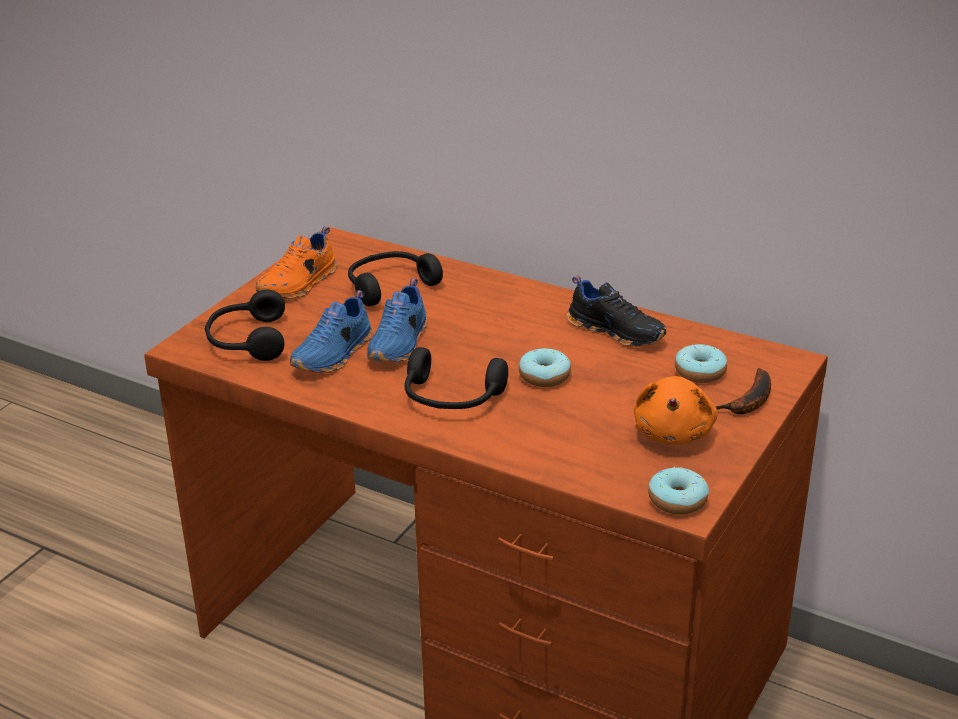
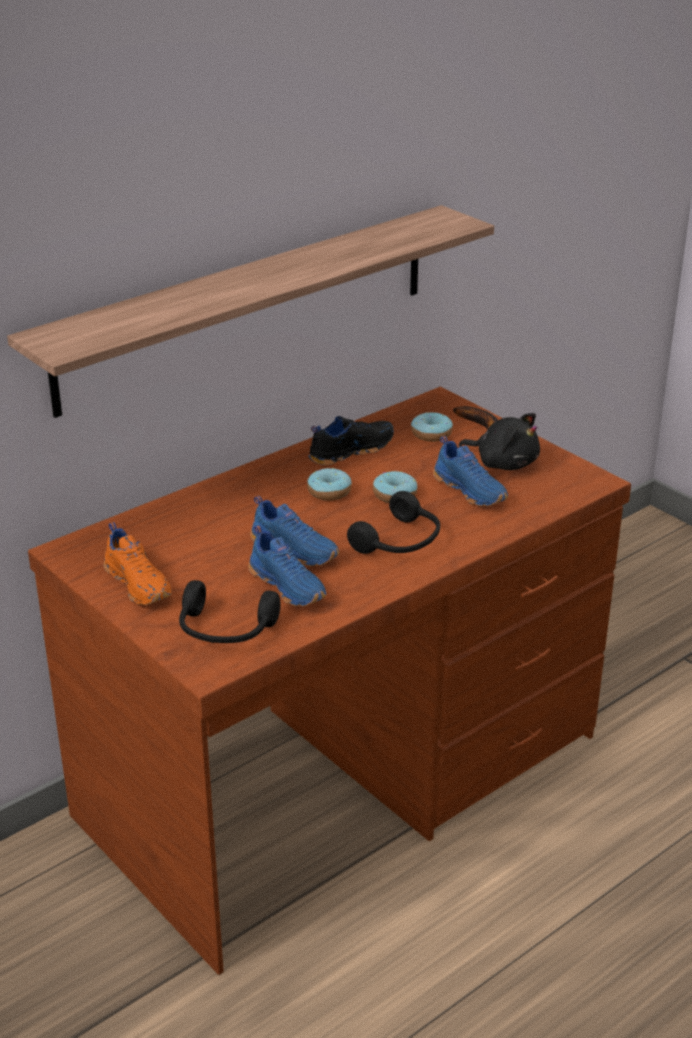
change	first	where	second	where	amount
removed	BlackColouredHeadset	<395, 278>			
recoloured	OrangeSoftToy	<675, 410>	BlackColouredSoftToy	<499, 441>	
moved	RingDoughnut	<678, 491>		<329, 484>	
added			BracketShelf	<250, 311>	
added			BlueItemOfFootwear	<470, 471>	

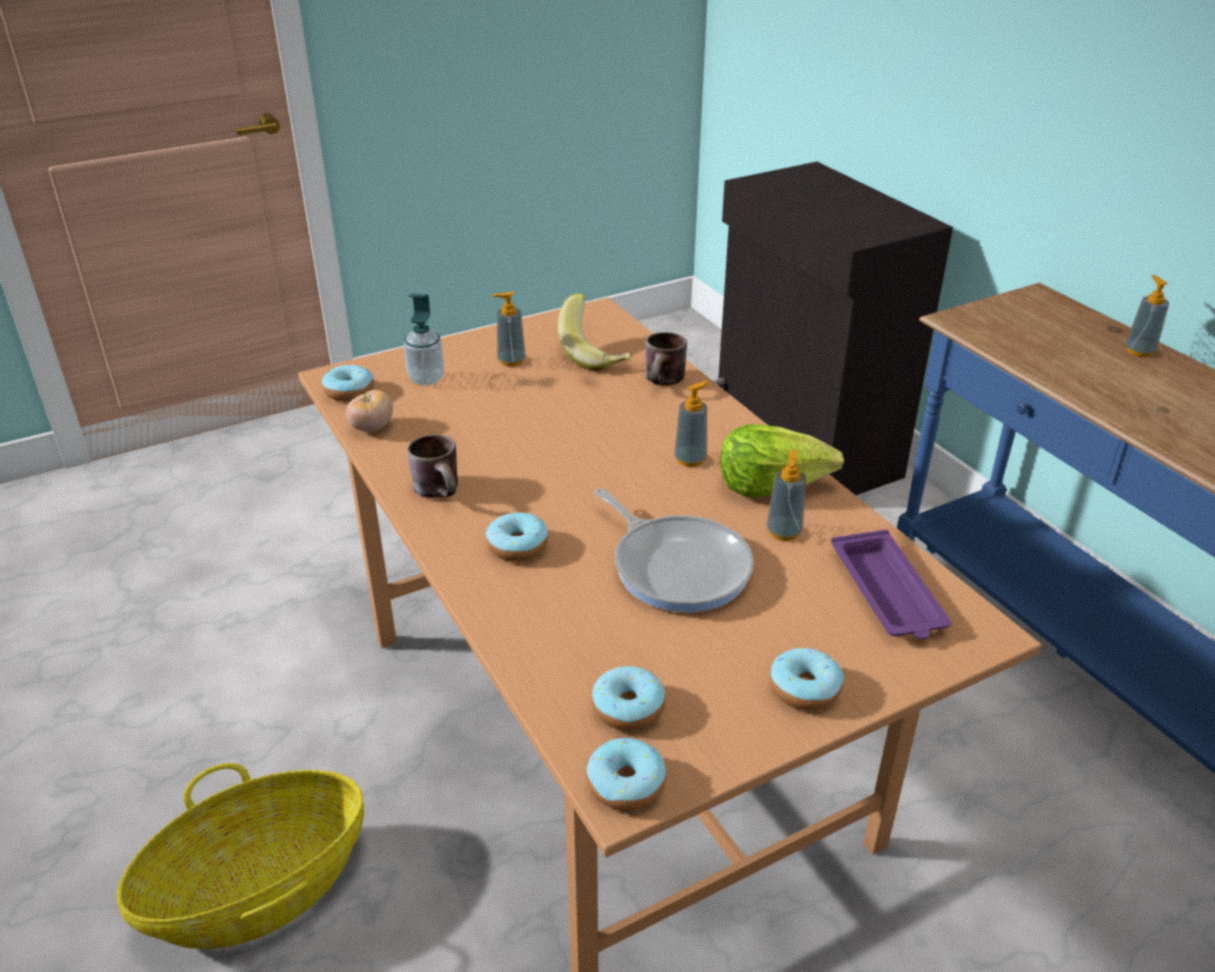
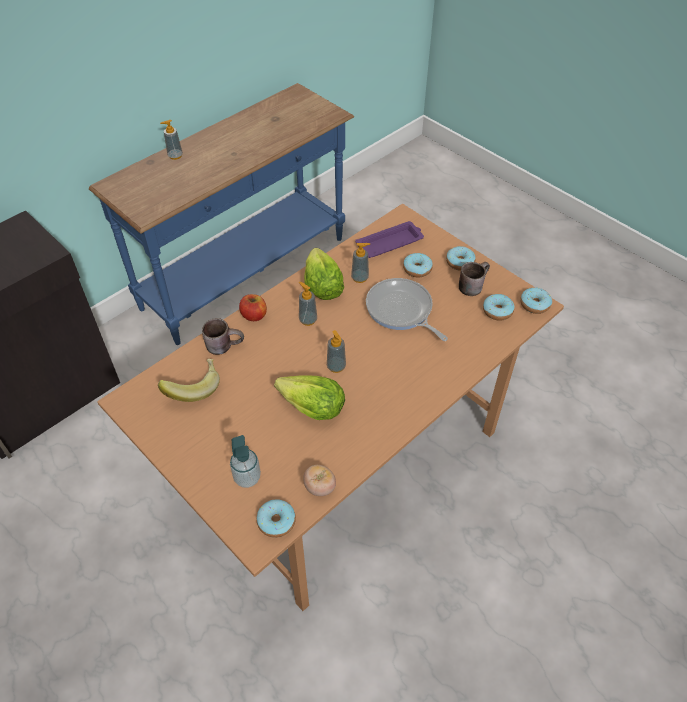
change	first	where	second	where	amount
removed	HouseholdBasket	<240, 856>			
moved	BrownCoffeeMug	<432, 466>		<474, 279>	
moved	RingDoughnut	<517, 537>		<418, 265>	
moved	SoapBottle	<509, 329>		<336, 351>	
turned	Pan	<674, 550>		<407, 309>	75 degrees counterclockwise
added			Apple	<253, 307>	
added			HeadOfLettuce	<309, 397>	

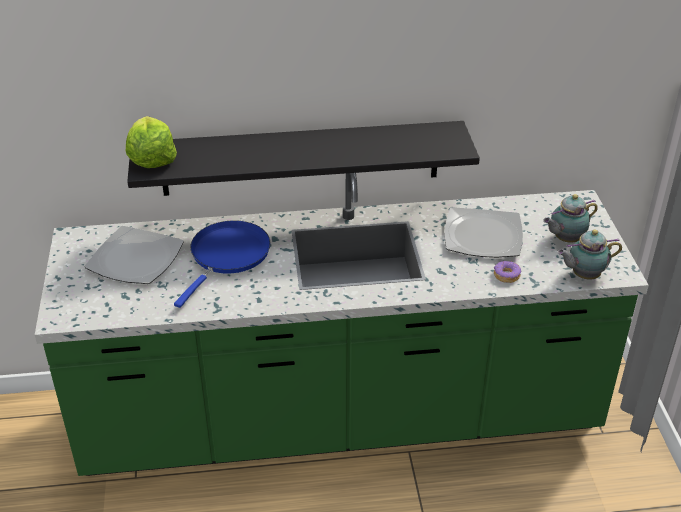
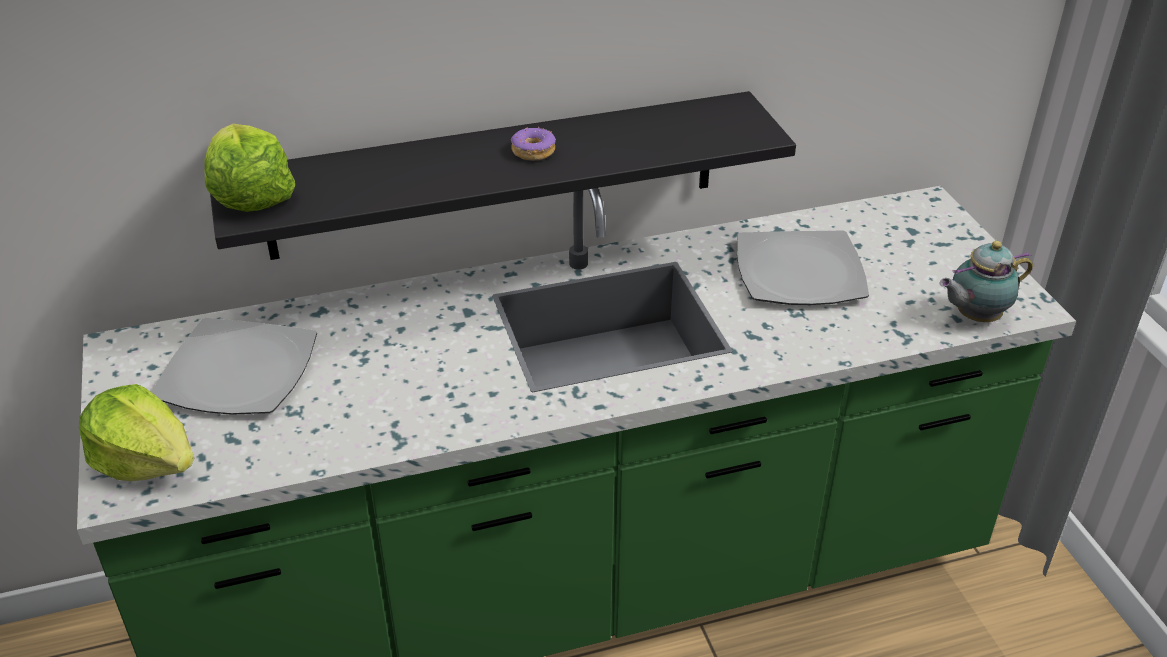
change	first	where	second	where	amount
removed	BluePan	<222, 264>			
moved	RingDoughnut	<507, 272>		<533, 143>	
removed	PotForTea	<570, 218>			
added			HeadOfLettuce	<136, 432>	

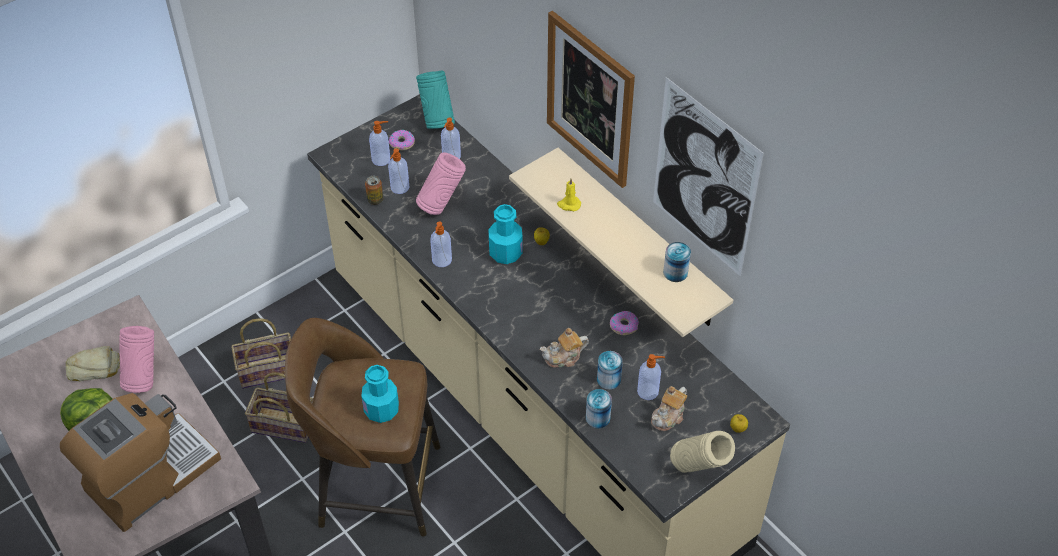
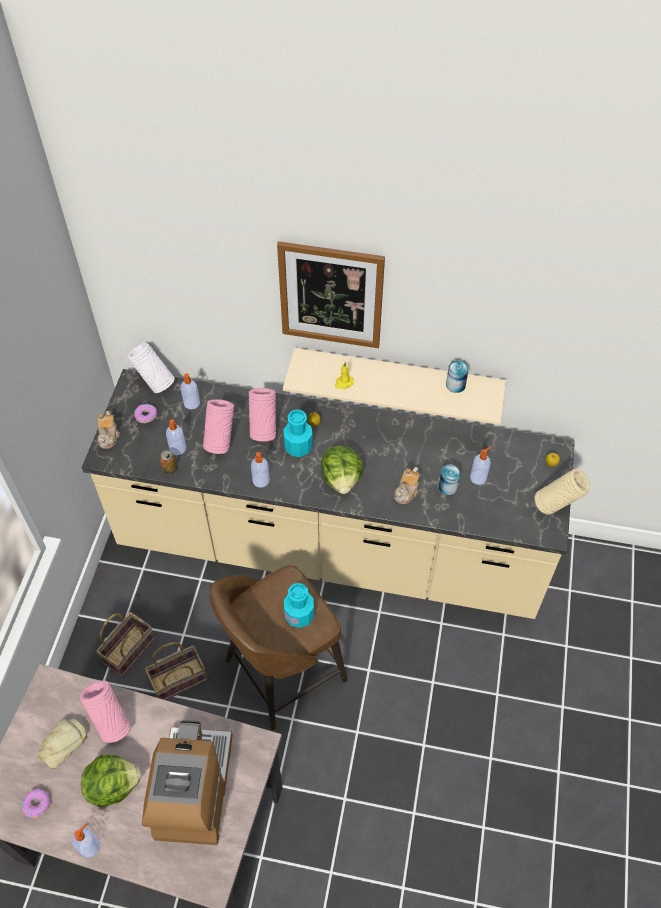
change	first	where	second	where	amount
moved	SoapBottle	<379, 143>		<86, 840>	
recoloured	TurquoiseVase	<435, 100>	WhiteVase	<151, 367>	
removed	SealedCan	<599, 408>			
moved	RingDoughnut	<624, 323>		<36, 803>	
moved	PotForTea	<669, 408>		<108, 430>	
removed	Picture	<708, 176>			
added			PinkVase	<262, 415>	
added			HeadOfLettuce	<342, 470>	

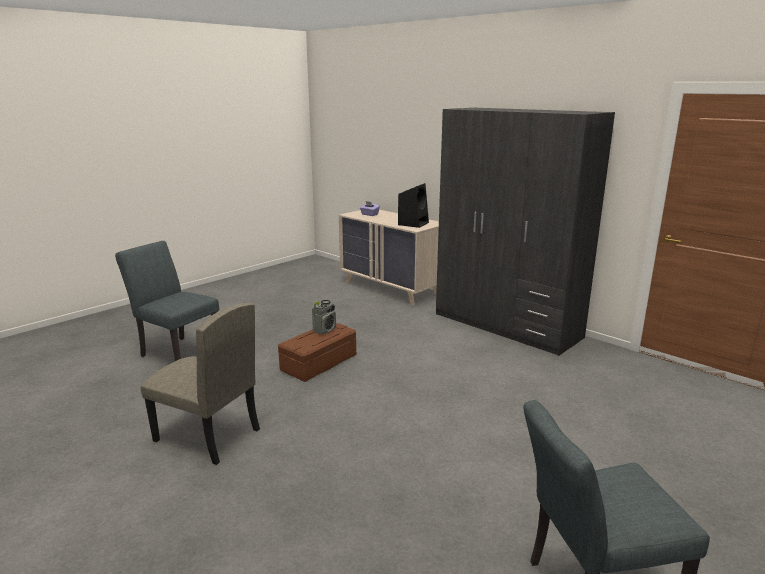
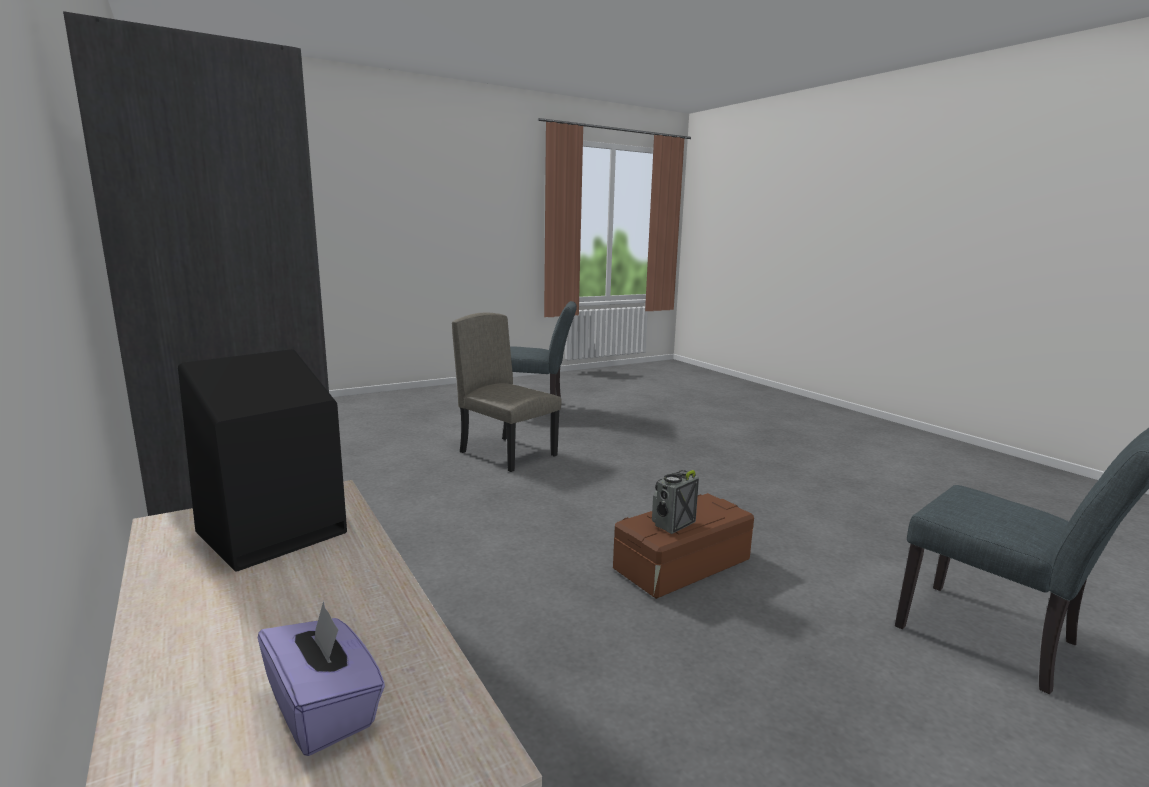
change	first	where	second	where	amount
moved	BeigeChair	<200, 384>		<507, 392>	

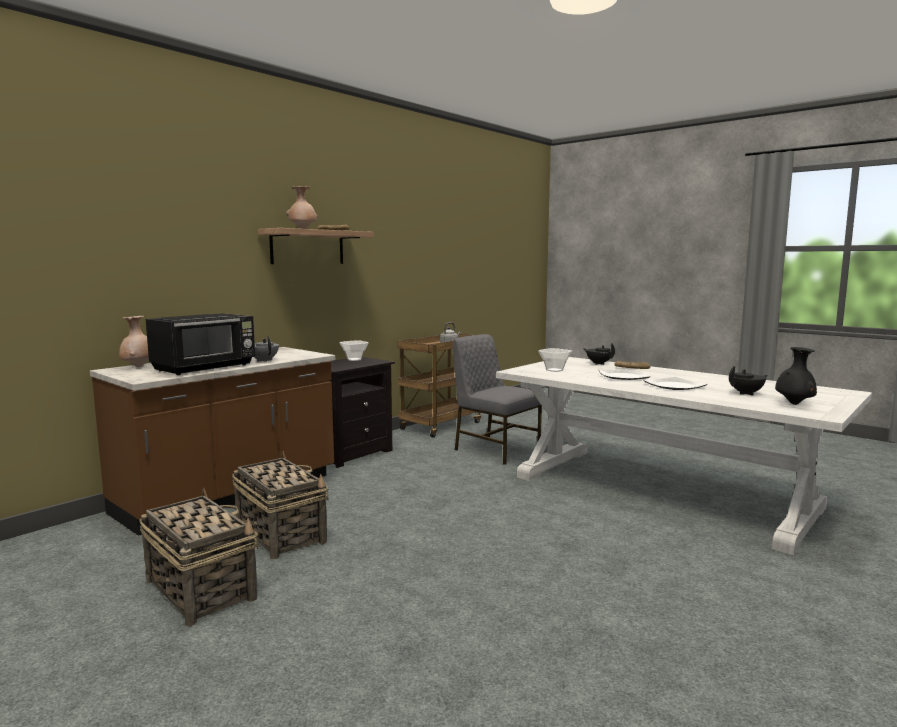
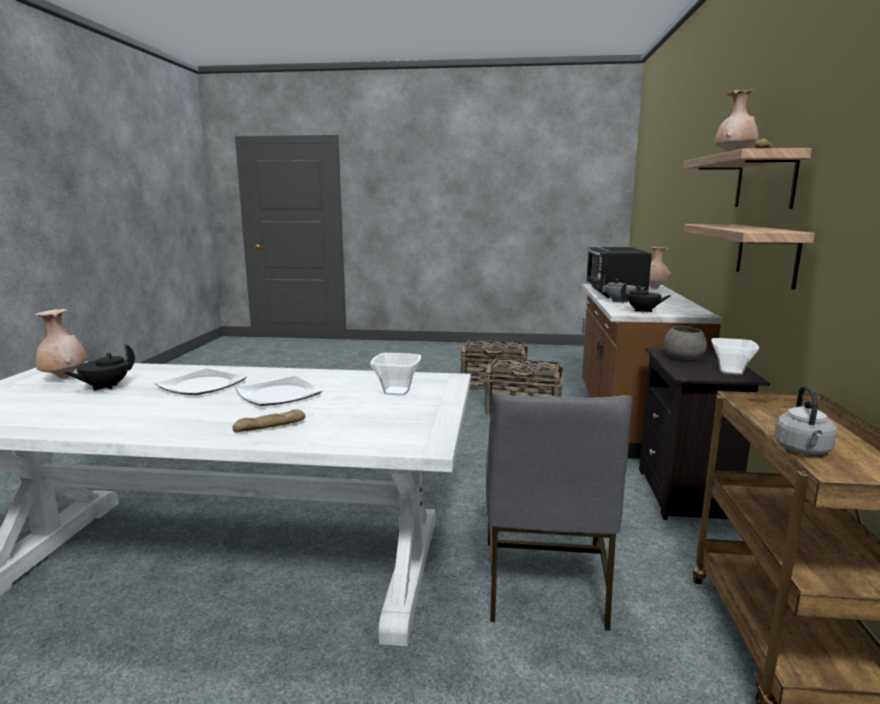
change	first	where	second	where	amount
turned	GreyChair	<497, 399>		<559, 512>	90 degrees clockwise
moved	BlackColouredPotForTea	<599, 354>		<646, 297>	
recoloured	BlackColouredVase	<796, 376>	BeigeVase	<61, 344>	
added			GreyServingBowl	<685, 343>	
added			BracketShelf	<749, 257>	

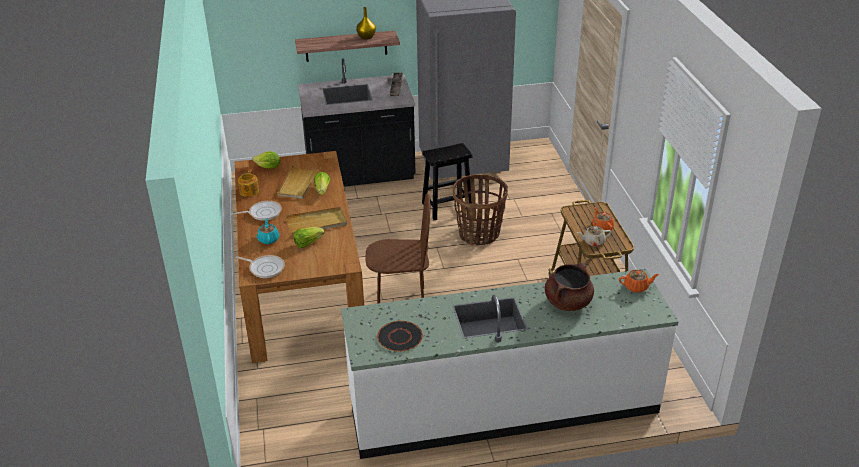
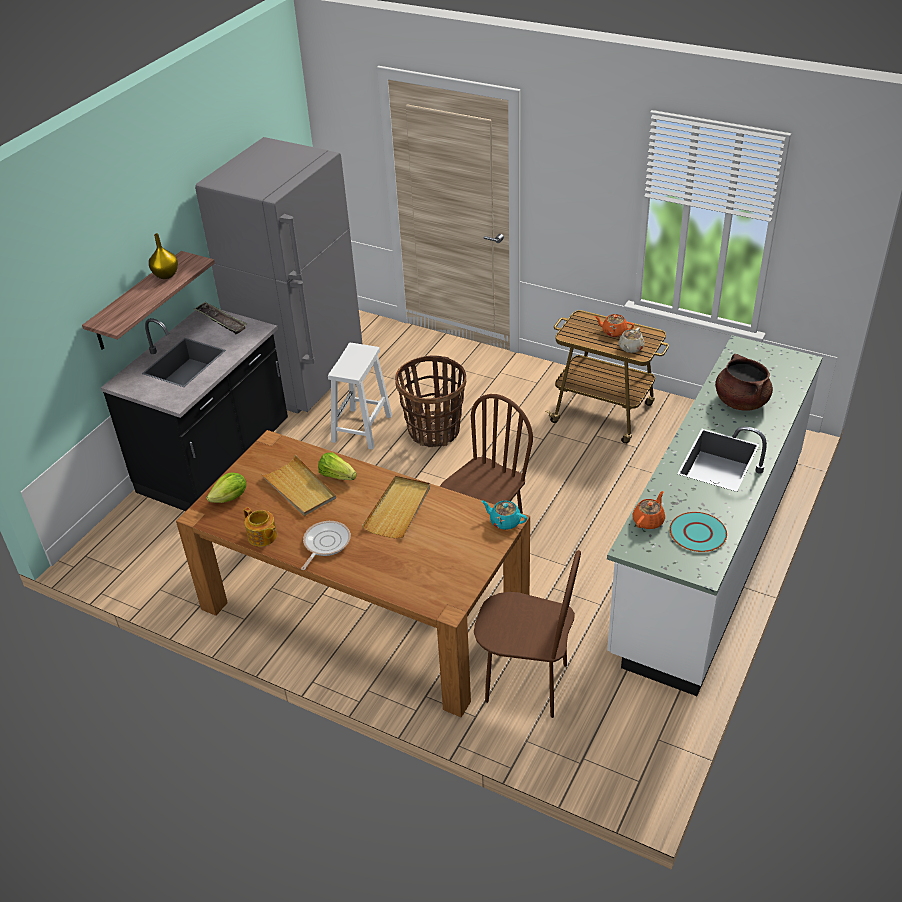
change	first	where	second	where	amount
removed	Pan	<260, 266>			
moved	TurquoisePotForTea	<268, 231>		<504, 515>	
removed	HeadOfLettuce	<309, 237>			
recoloured	BlackColouredFlatDish	<400, 336>	TurquoiseFlatDish	<698, 532>	
recoloured	BlackColouredStool	<447, 181>	WhiteStool	<360, 396>	
moved	OrangePotForTea	<639, 281>		<648, 510>	
added			BrownChair	<527, 634>	

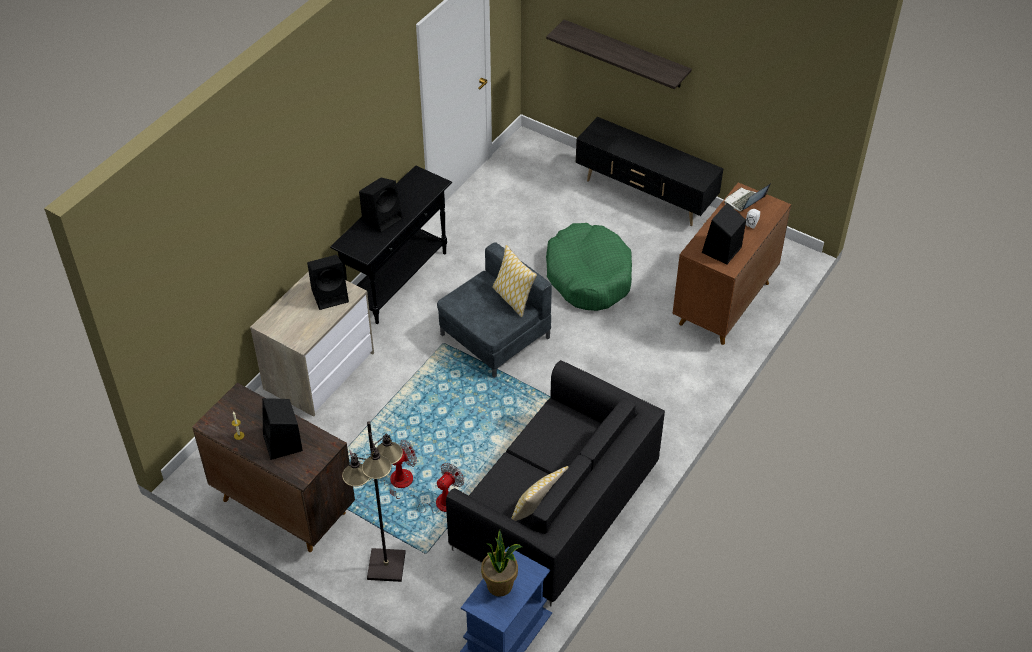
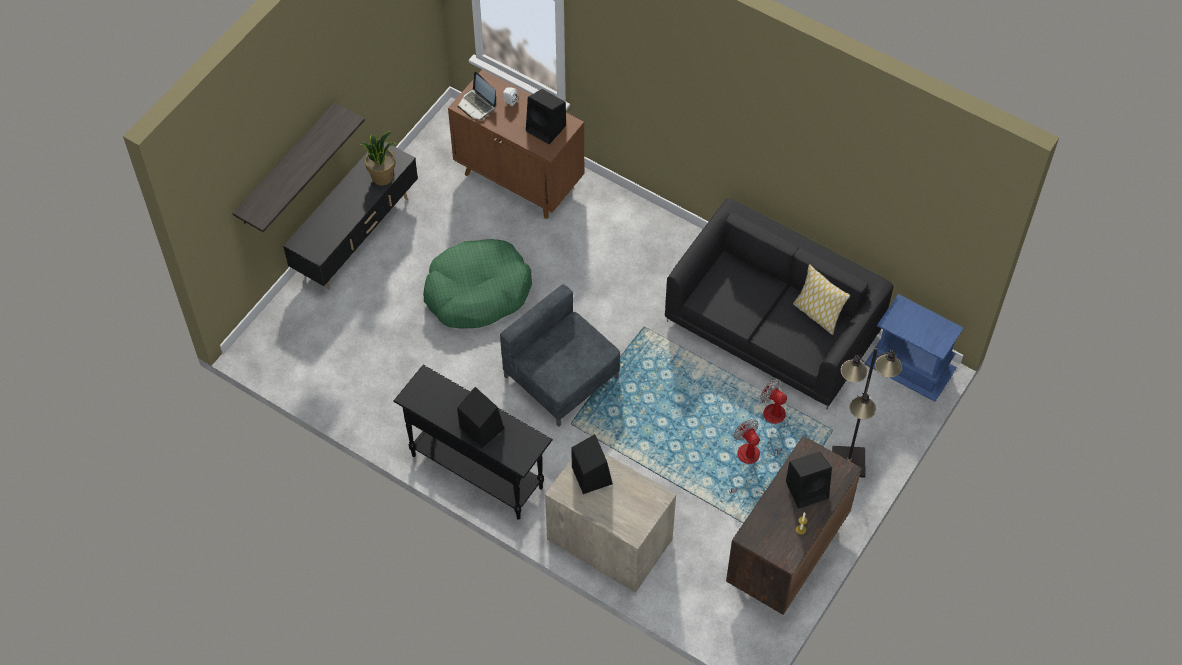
change	first	where	second	where	amount
moved	PlantInAPot	<501, 563>		<377, 158>	
removed	Cushion	<514, 281>			

